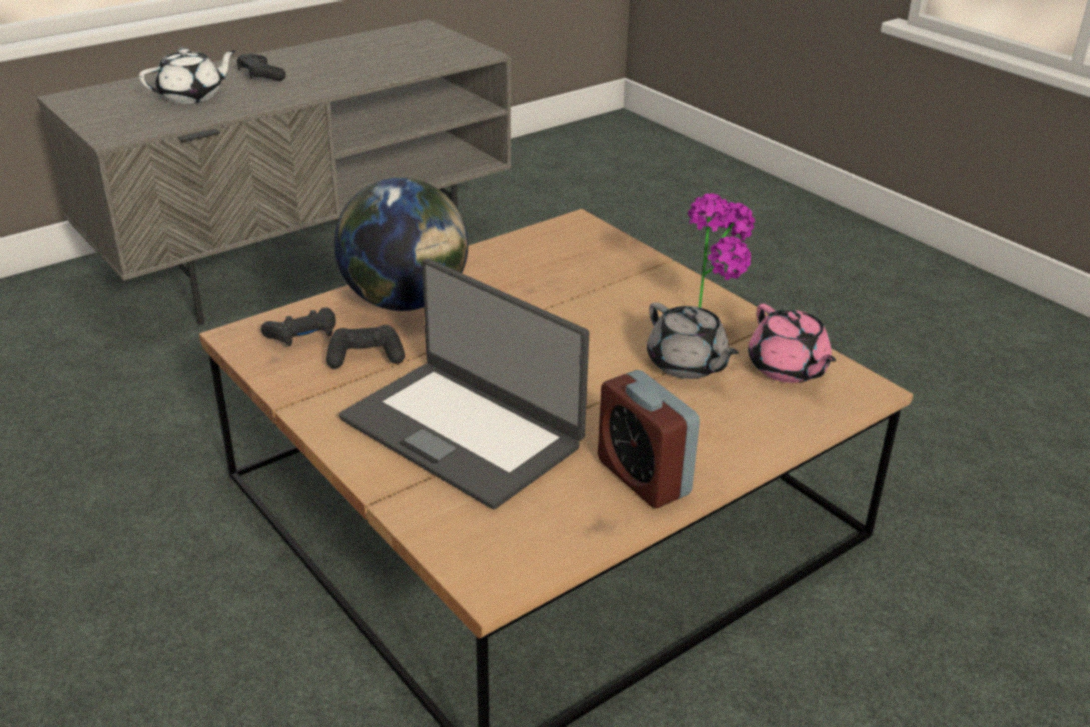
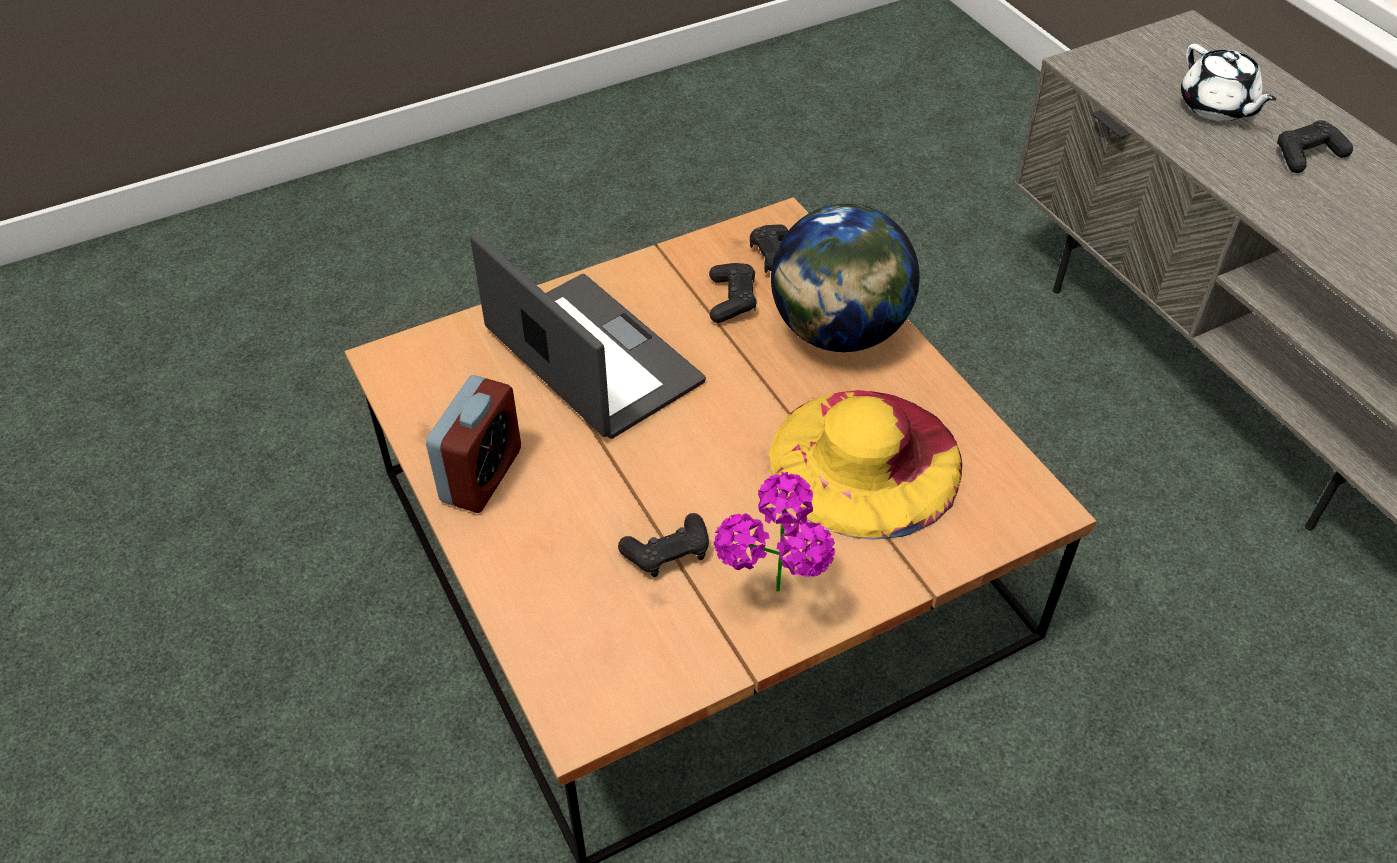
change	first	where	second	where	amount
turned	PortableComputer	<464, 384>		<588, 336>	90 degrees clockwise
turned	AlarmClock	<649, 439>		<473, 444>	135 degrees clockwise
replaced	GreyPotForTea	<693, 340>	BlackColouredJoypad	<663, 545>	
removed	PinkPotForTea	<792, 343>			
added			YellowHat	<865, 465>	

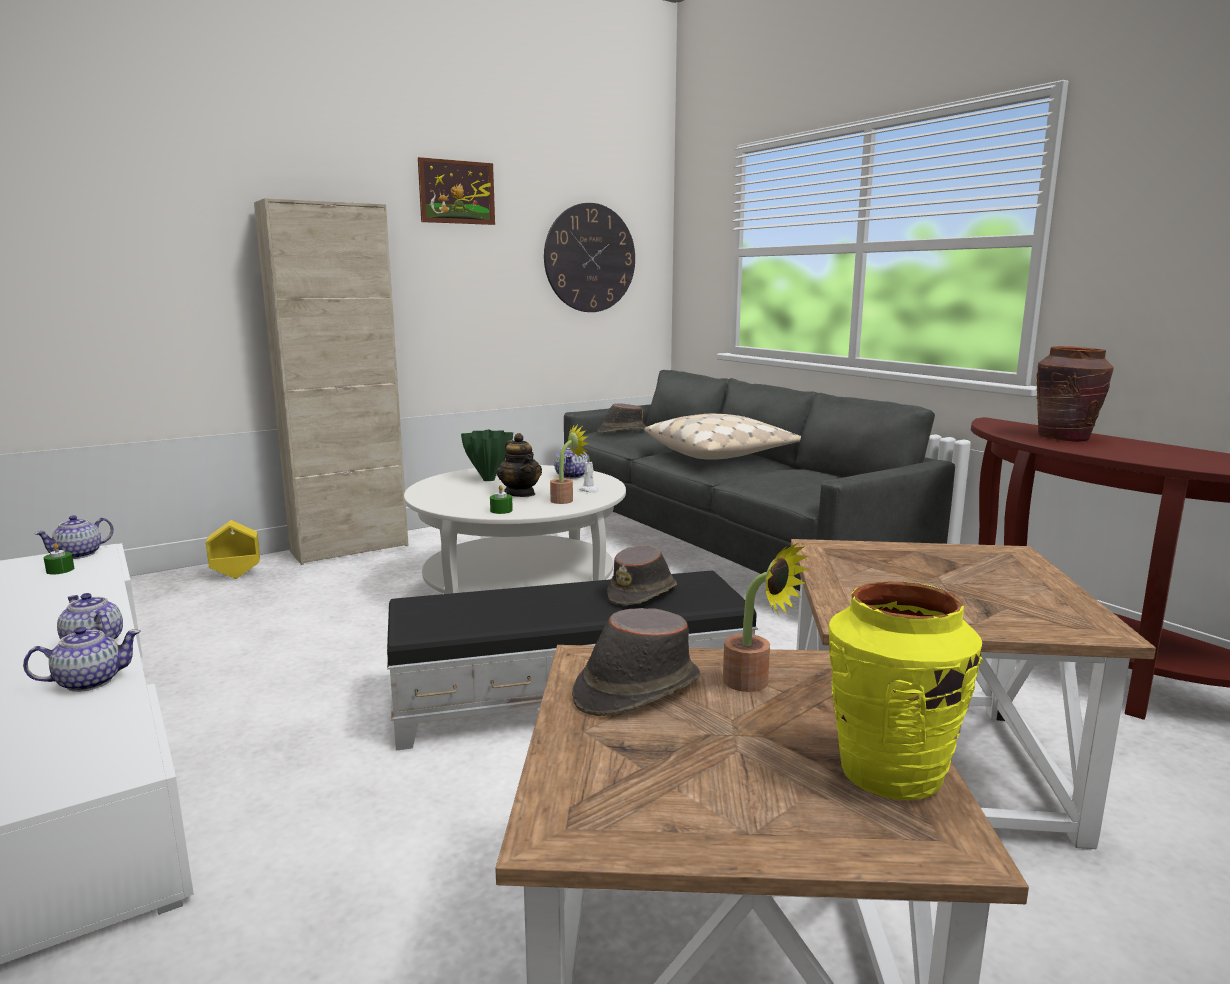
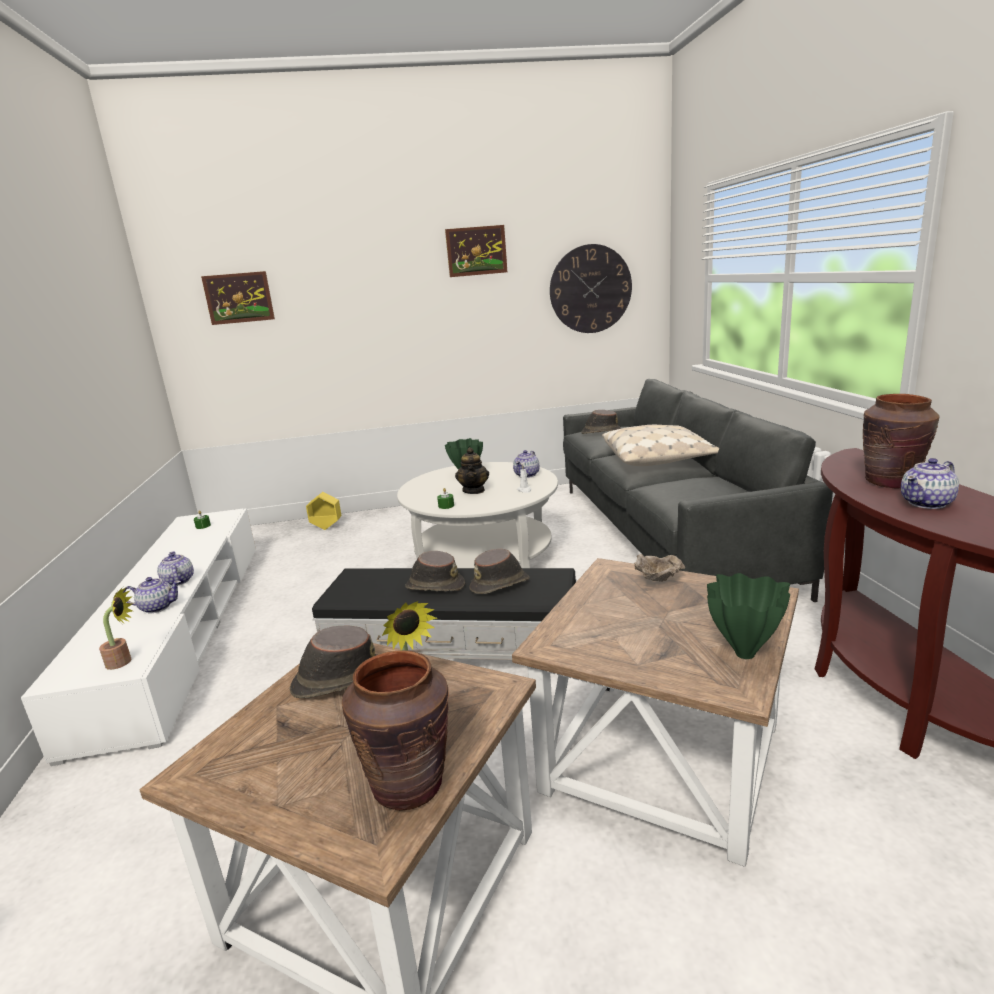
change	first	where	second	where	amount
moved	PotForTea	<74, 537>		<930, 483>	
removed	BeigeCupboard	<331, 381>			
moved	PlantInAPot	<569, 463>		<116, 628>	
recoloured	YellowVase	<905, 690>	BrownVase	<395, 730>	
added			Picture	<238, 298>	
added			BrownHat	<435, 571>	
added			BeigeServingBowl	<659, 568>	
added			GreenVase	<748, 616>	

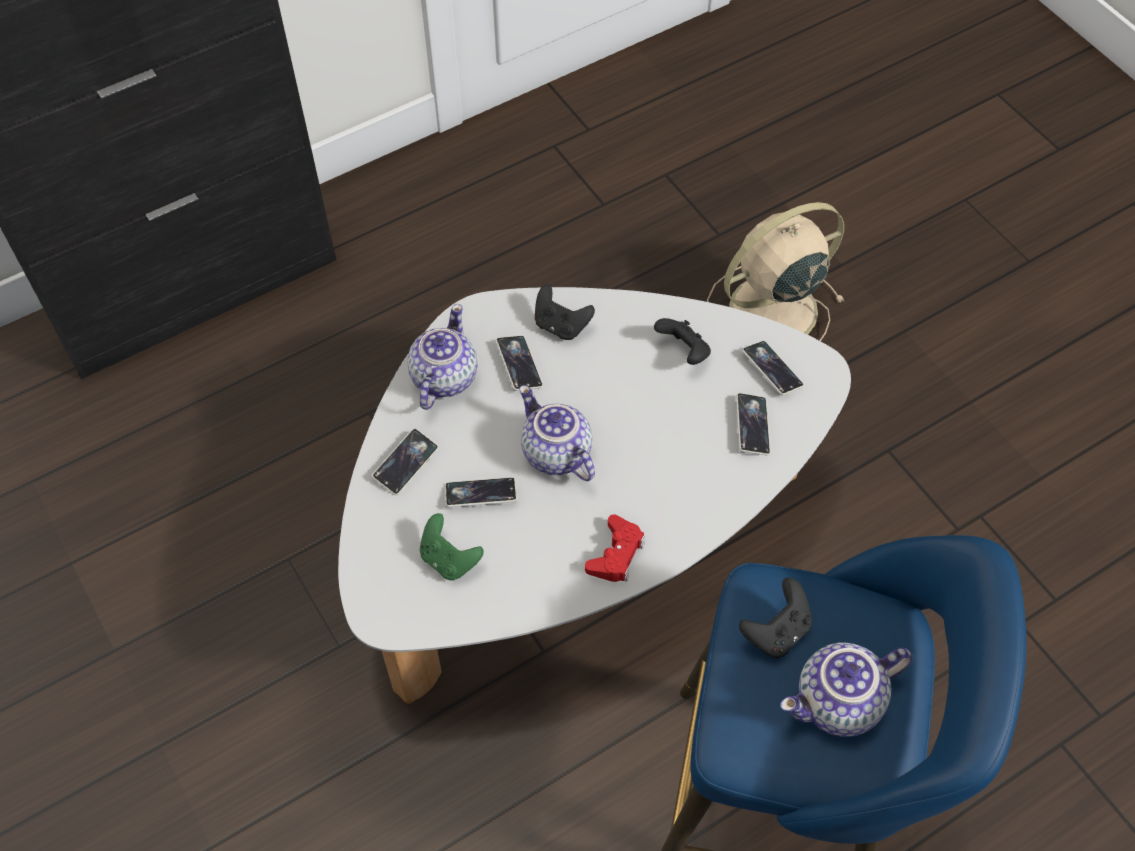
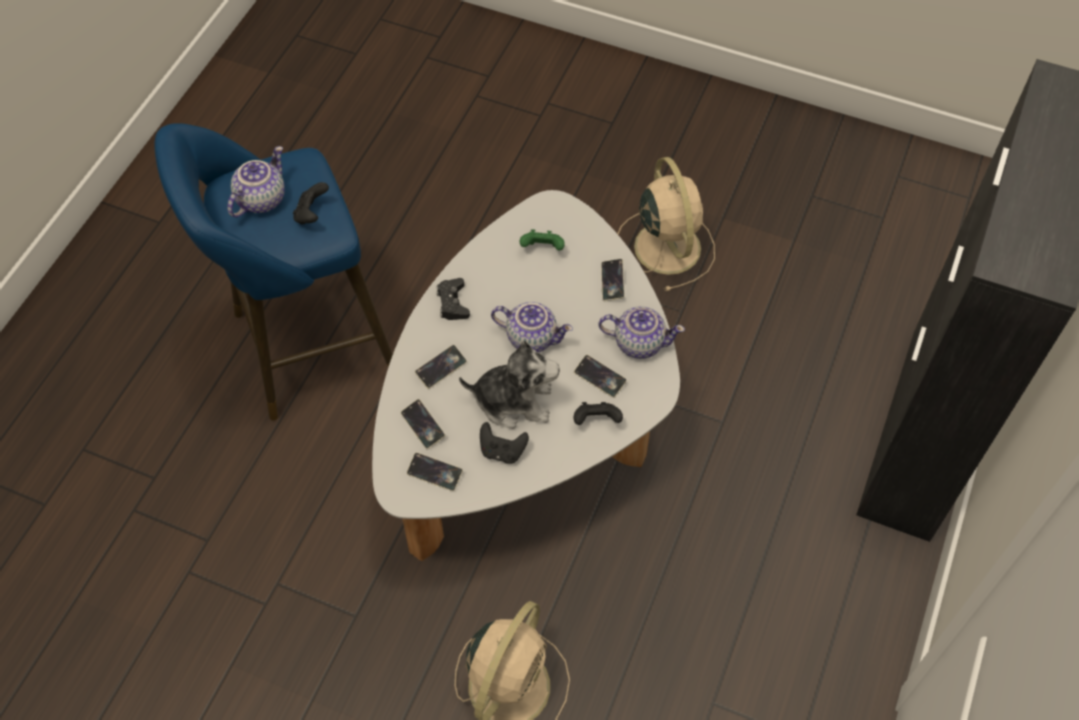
change	first	where	second	where	amount
turned	PotForTea	<442, 357>		<642, 333>	60 degrees counterclockwise
moved	Handset	<481, 492>		<441, 367>	
recoloured	RedJoypad	<615, 548>	BlackColouredJoypad	<453, 299>	
added			SoftToy	<509, 384>	
added			BeigeElectricFan	<666, 224>	

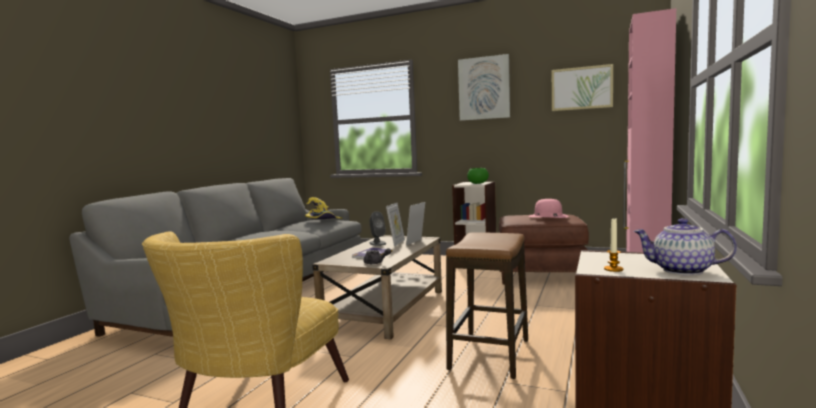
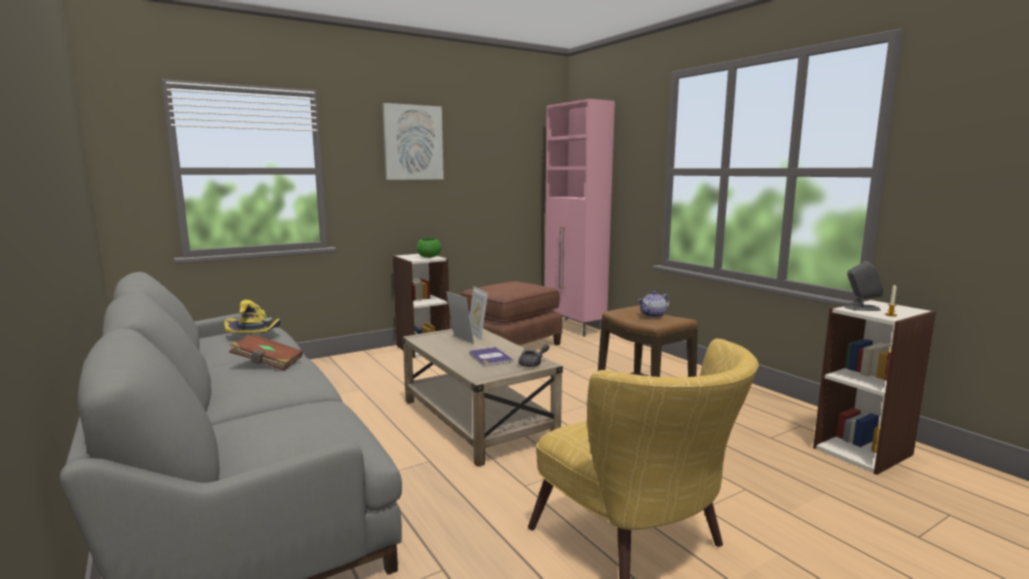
change	first	where	second	where	amount
moved	GreySpeaker	<377, 228>		<864, 286>	
removed	PinkHat	<549, 208>			
removed	Picture	<582, 87>			
moved	PotForTea	<685, 247>		<654, 304>	
added			BrownBook	<266, 352>	

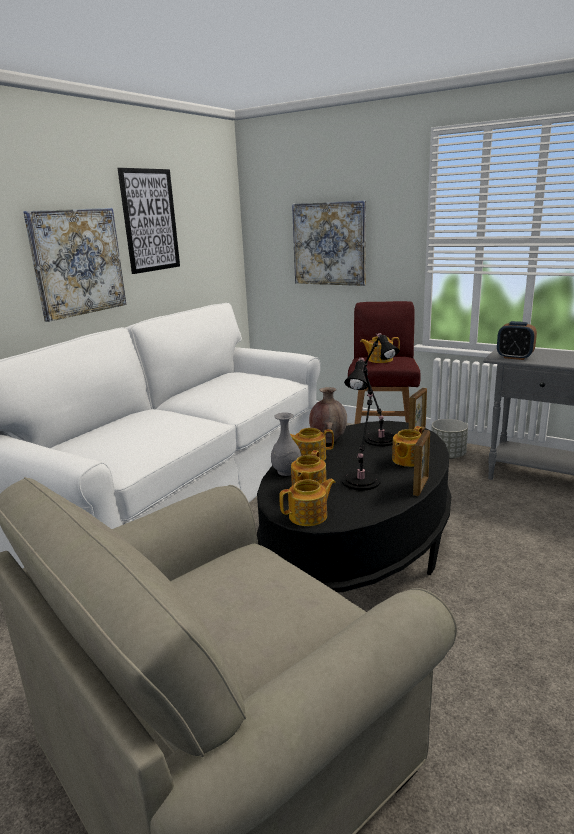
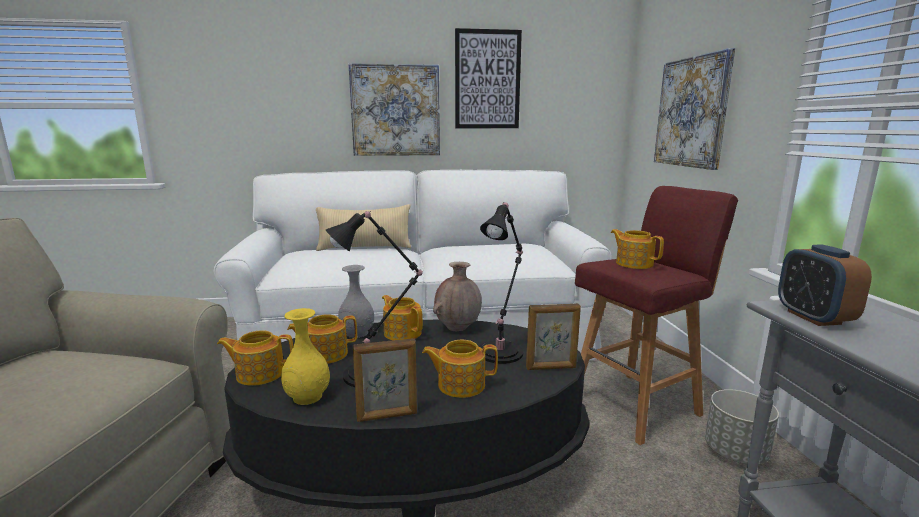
change	first	where	second	where	amount
turned	PotForTea	<307, 502>		<255, 358>	150 degrees clockwise
added			YellowVase	<305, 356>	
added			BeigeCushion	<363, 227>	

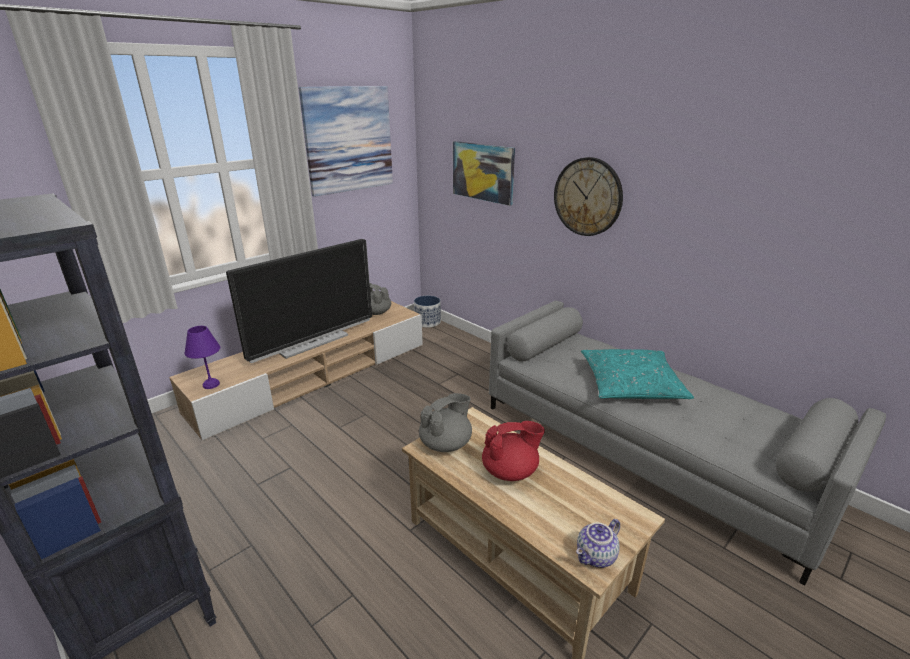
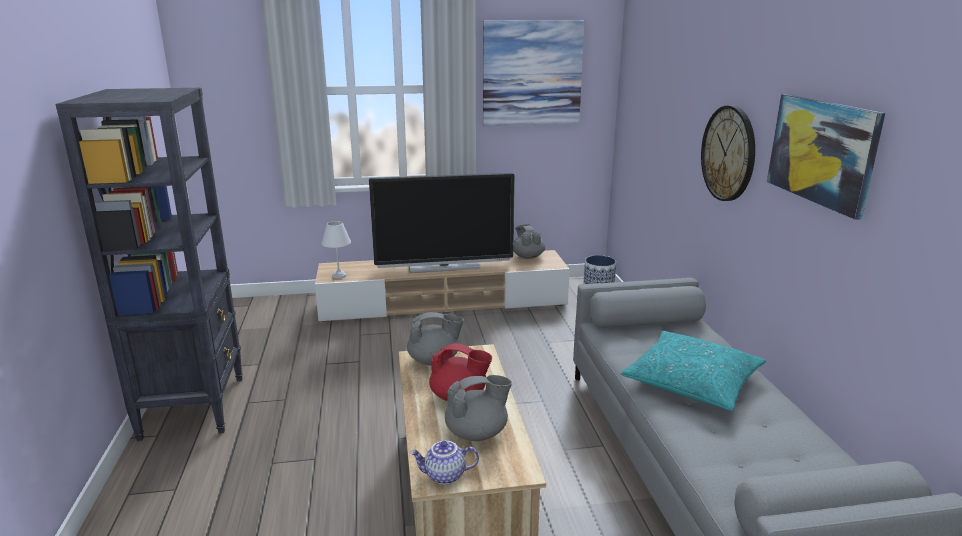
change	first	where	second	where	amount
recoloured	PurpleTableLamp	<202, 357>	WhiteTableLamp	<336, 250>	
moved	Picture	<484, 173>		<826, 157>	
added			GreyPotForTea	<478, 408>	

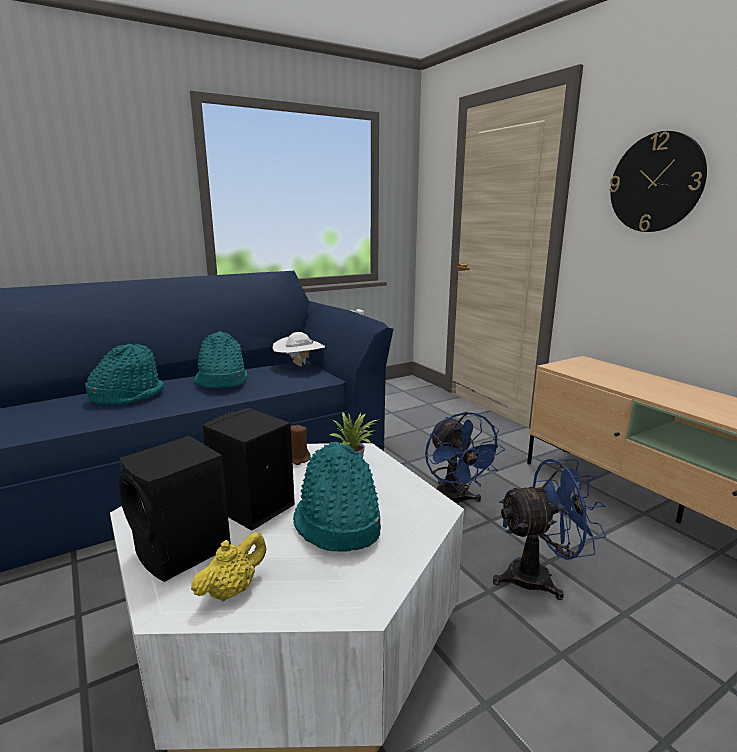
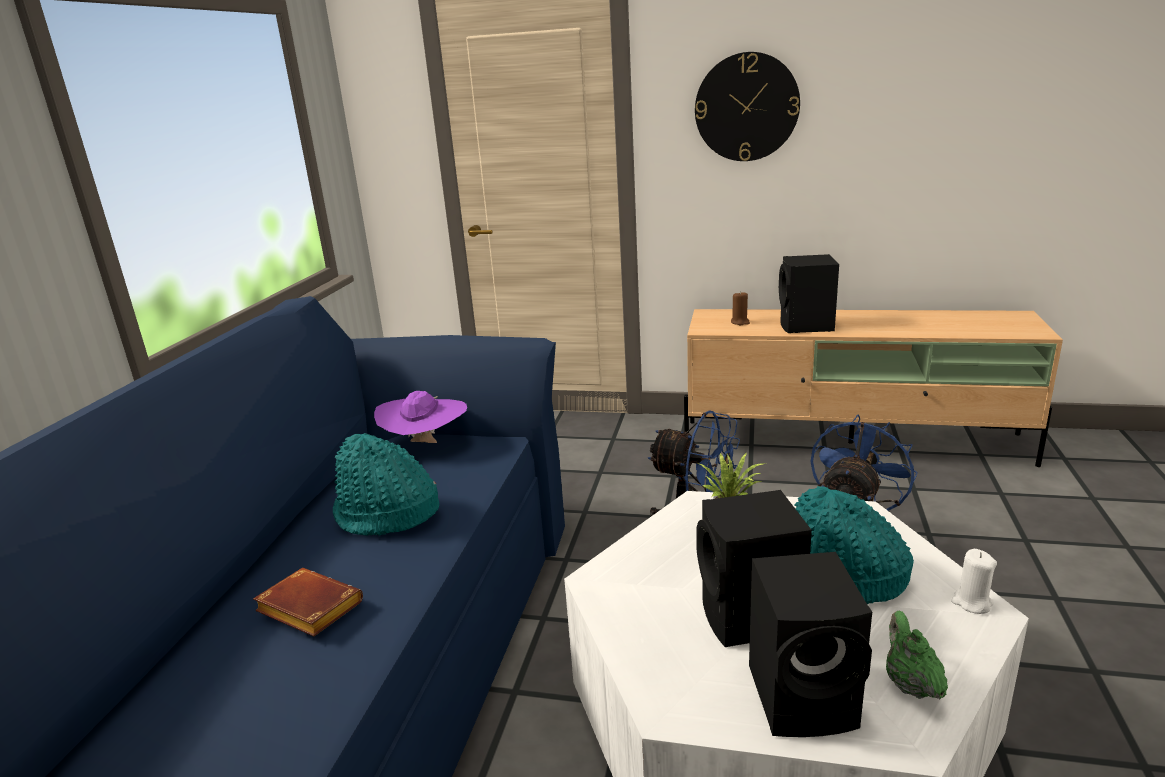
change	first	where	second	where	amount
replaced	TurquoiseHat	<125, 374>	BrownBook	<308, 602>	
recoloured	YellowPotForTea	<228, 567>	GreenPotForTea	<917, 655>	
recoloured	WhiteHat	<299, 349>	PurpleHat	<420, 417>	
moved	BrownWaxLight	<301, 444>		<740, 308>	
added			BlackColouredSpeaker	<809, 293>	
added			WhiteWaxLight	<974, 581>	

